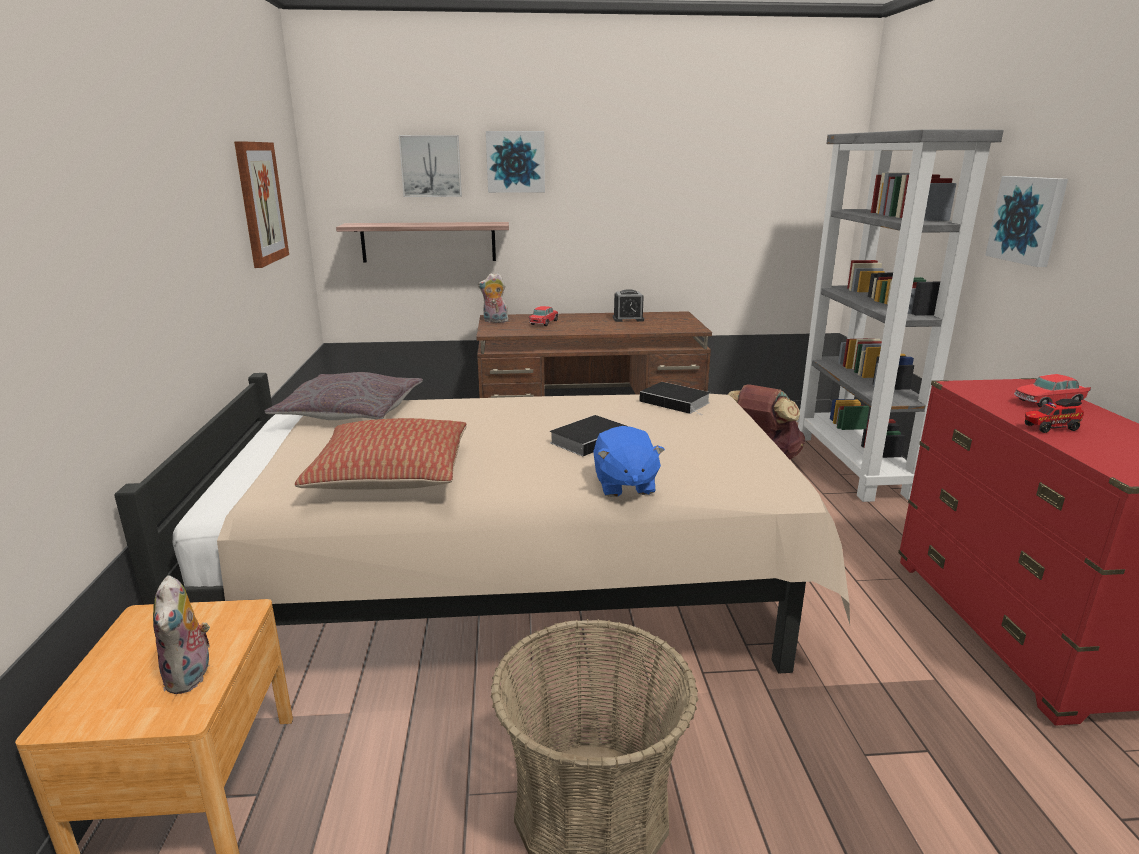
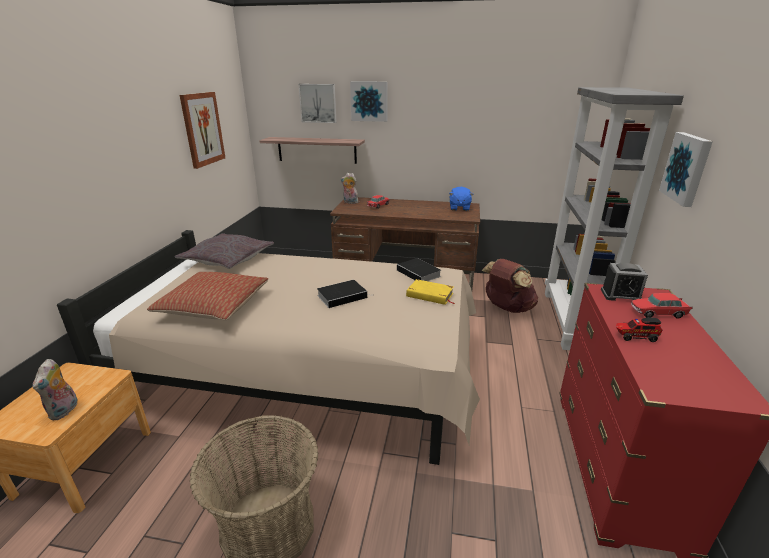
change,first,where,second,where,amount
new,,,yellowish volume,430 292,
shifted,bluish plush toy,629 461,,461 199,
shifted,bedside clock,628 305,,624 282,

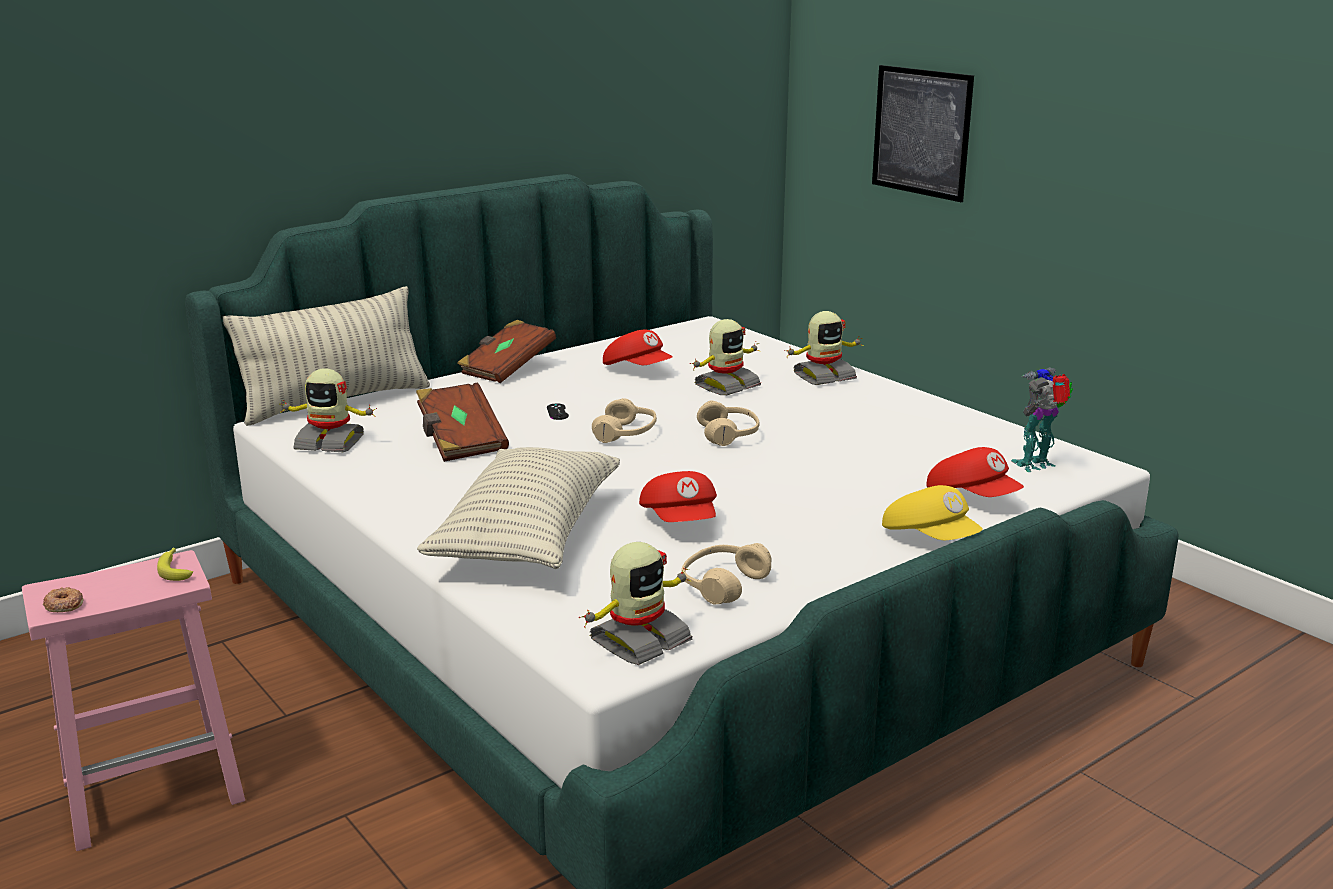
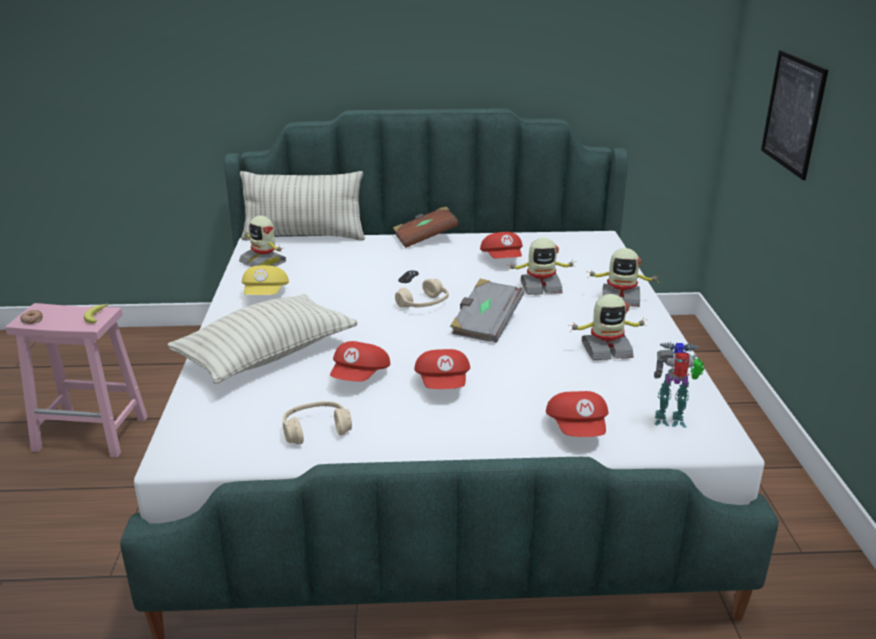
change,first,where,second,where,amount
gone,brown-coloured volume,462 422,,,
new,,,red peaked cap,442 369,
shifted,robot figure,636 603,,608 327,
shifted,yellowish peaked cap,932 512,,265 280,
swapped,sand-coloured pair of headphones,728 423,grey volume,487 311,

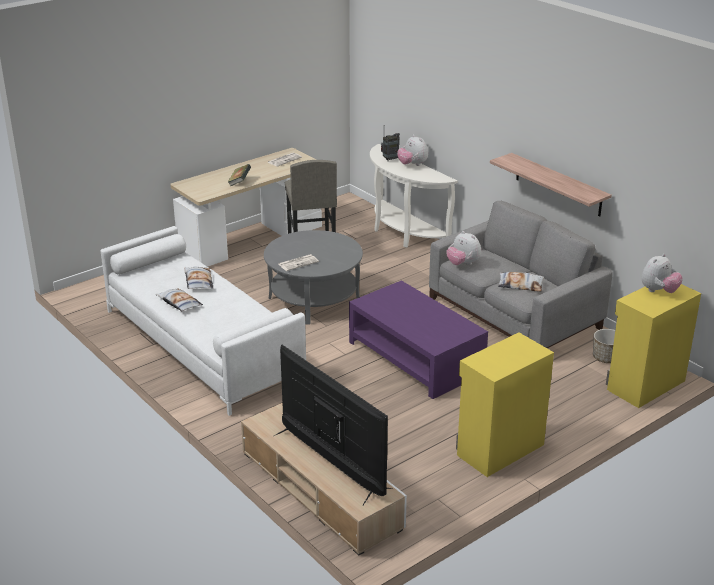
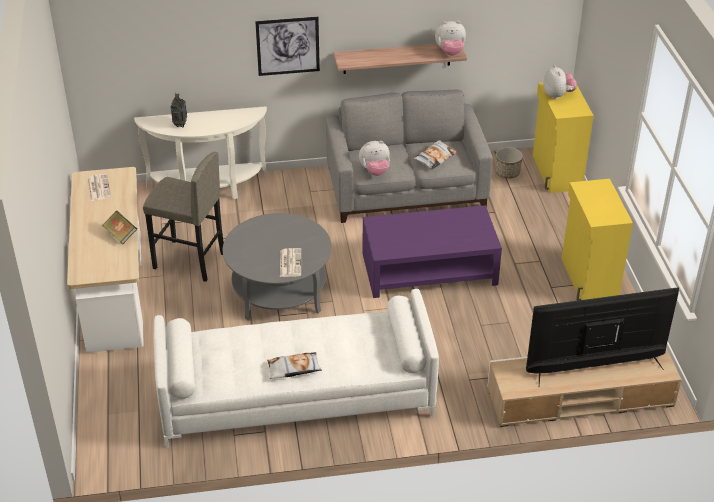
change,first,where,second,where,amount
gone,pillow,198 278,,,
new,,,wall picture,287 46,
shifted,plush toy,412 150,,450 38,

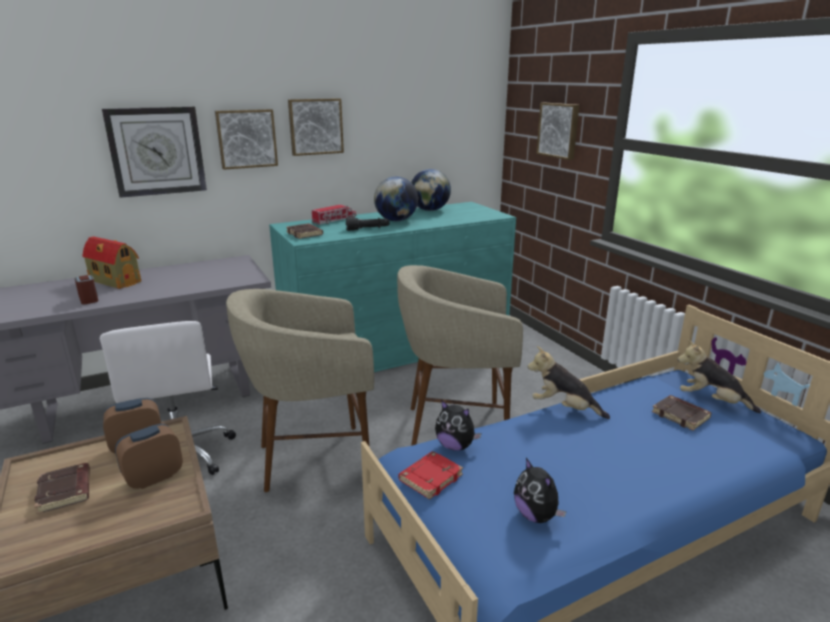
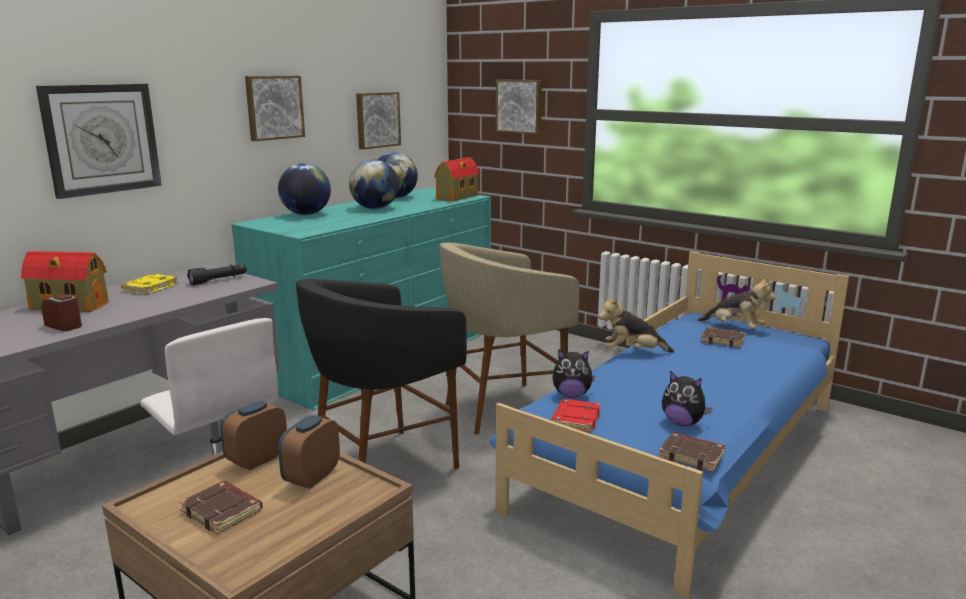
change,first,where,second,where,amount
new,,,yellowish volume,149 284,
new,,,miniature house,456 179,
shifted,wall picture,246 139,,378 120,
shifted,brown-coloured volume,304 231,,692 452,
shifted,black-coloured flashlight,368 224,,217 274,
swapped,toy truck,334 215,desk globe,304 189,
repainted,sand-coloured sitting stool,300 390,black-coloured sitting stool,381 374,
rotated,plush toy,719 376,,737 303,150 degrees counterclockwise

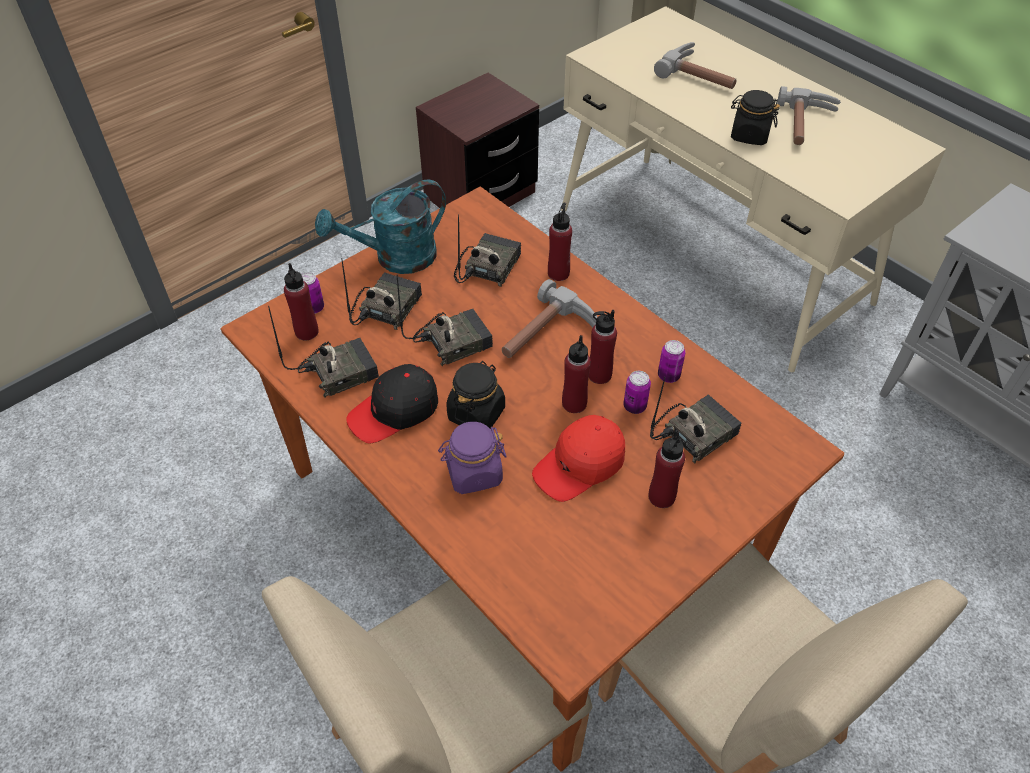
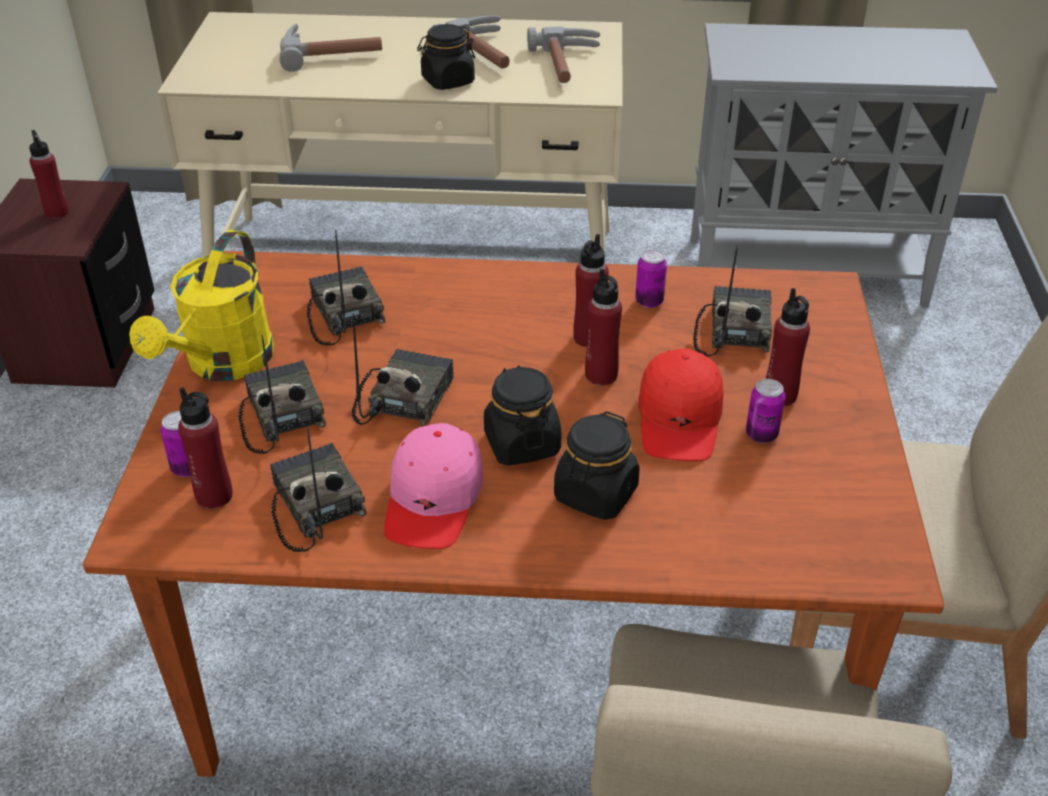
change,first,where,second,where,amount
shifted,tool hammer,550 318,,563 55,
shifted,red drink bottle,560 242,,49 174,
shifted,metal can,637 392,,765 411,
repainted,turquoise-coloured sprinkling can,380 226,yellowish sprinkling can,201 305,
repainted,black-coloured peaked cap,392 403,pink peaked cap,433 486,
repainted,purple storage jar,472 458,black-coloured storage jar,597 465,
rotated,radio set,323 352,,318 490,45 degrees counterclockwise

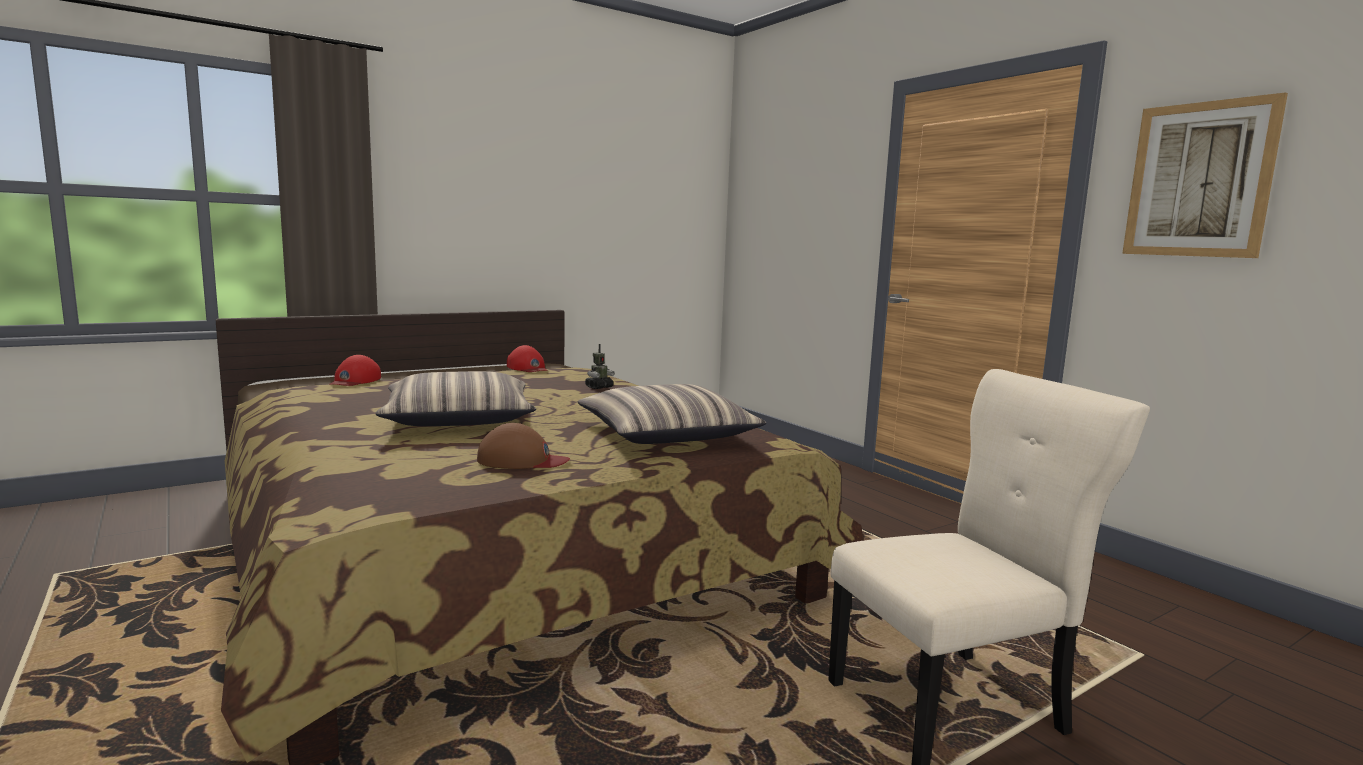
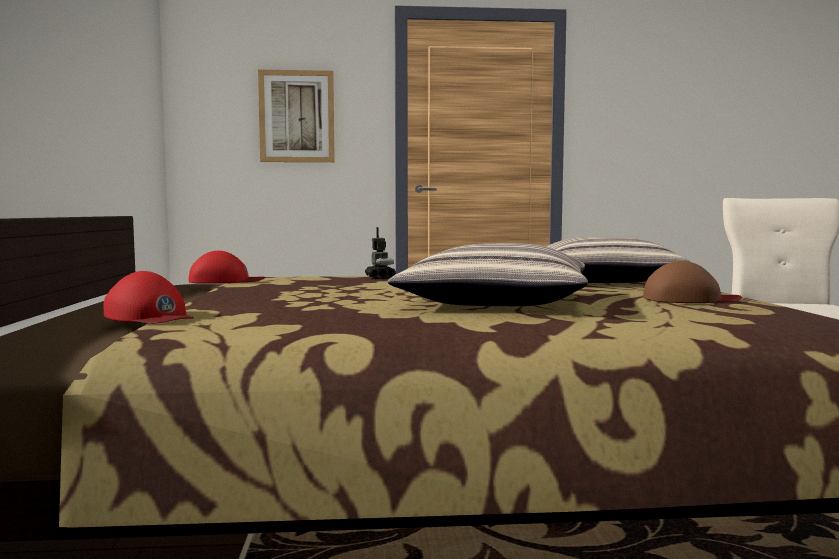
change,first,where,second,where,amount
shifted,wall picture,1205 175,,296 116,
rotated,brown-coloured peaked cap,523 446,,692 282,60 degrees clockwise

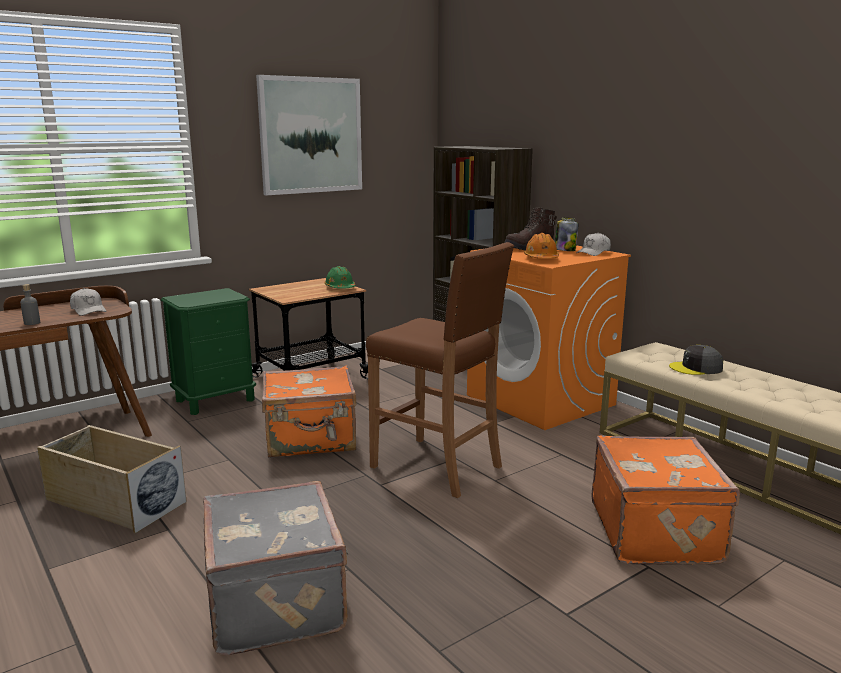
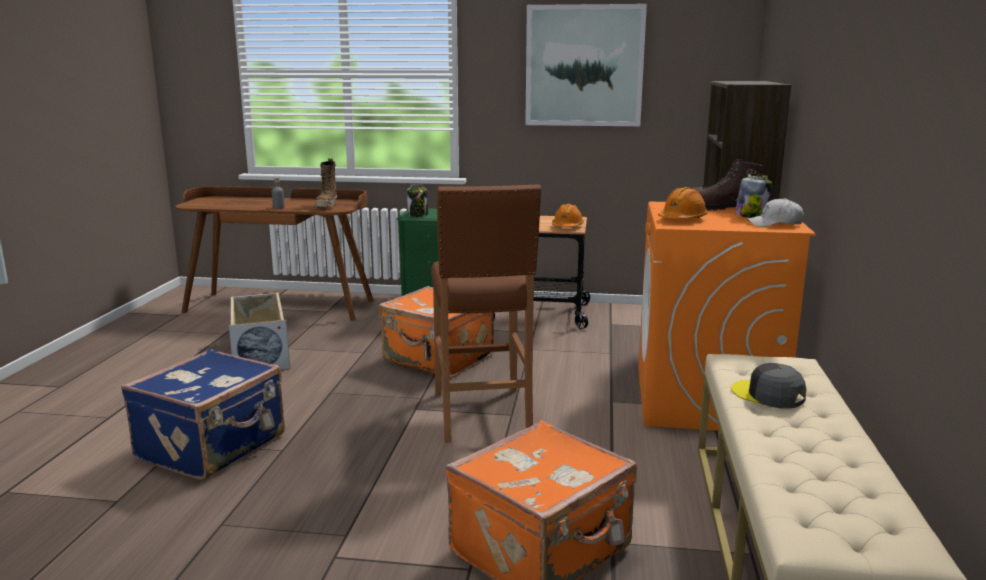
change,first,where,second,where,amount
new,,,storage jar,417 200,
swapped,white-coloured peaked cap,88 302,tall boot,326 183,
repainted,grey piece of luggage,276 568,bluish piece of luggage,203 414,
repainted,green work helmet,339 277,orange work helmet,568 215,

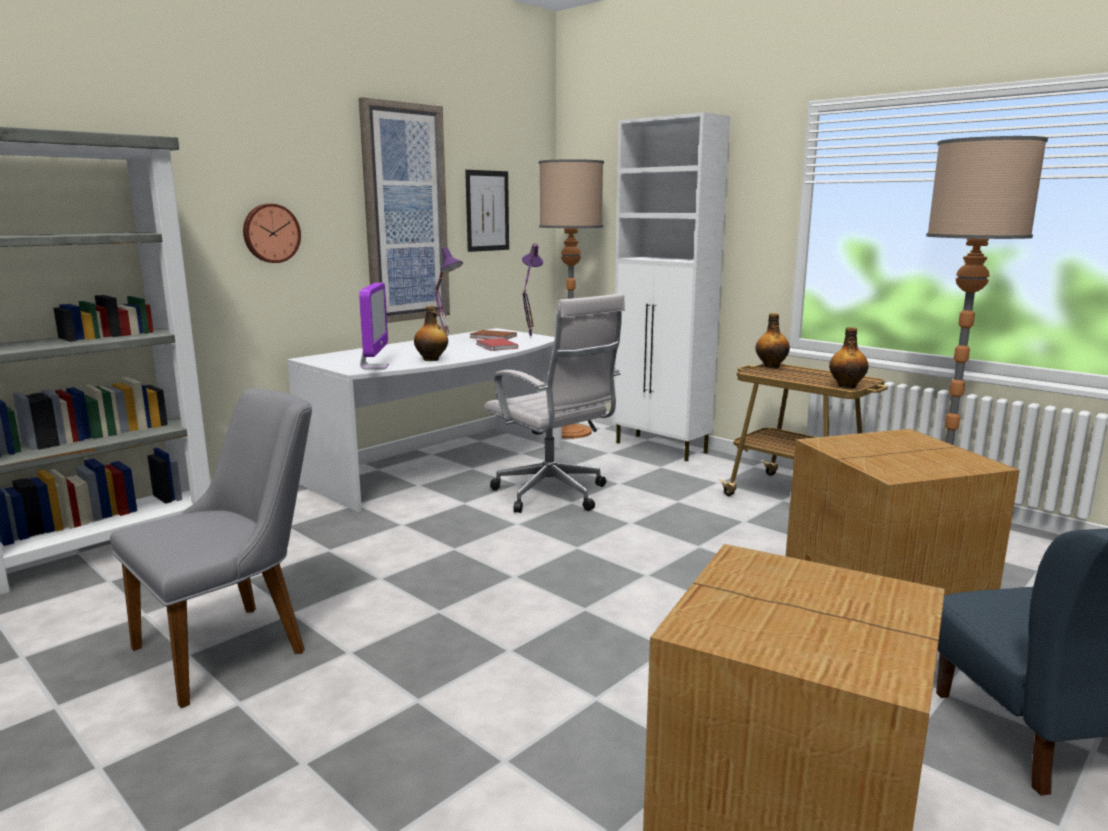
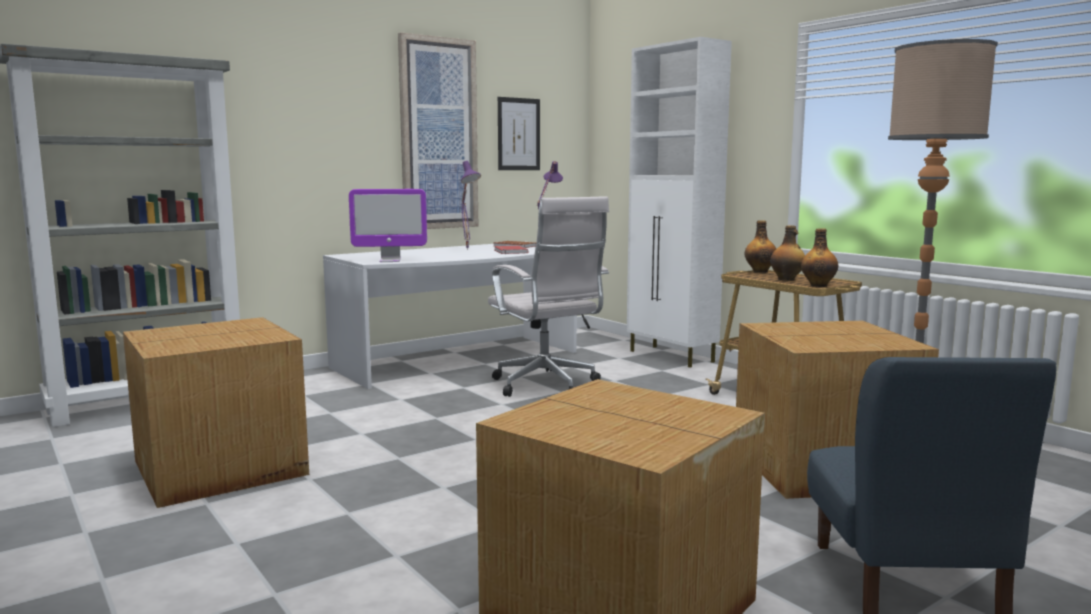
change,first,where,second,where,amount
gone,hanging clock,272 233,,,
gone,standing lamp,571 298,,,
shifted,drink bottle,431 333,,787 253,
swapped,grey chair,211 548,packing box,216 412,
rotated,computer screen,374 326,,388 225,75 degrees clockwise

